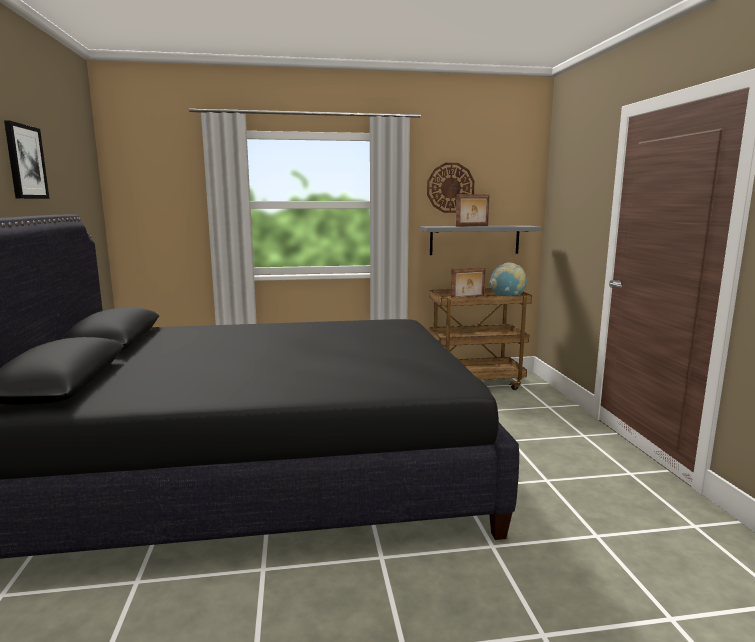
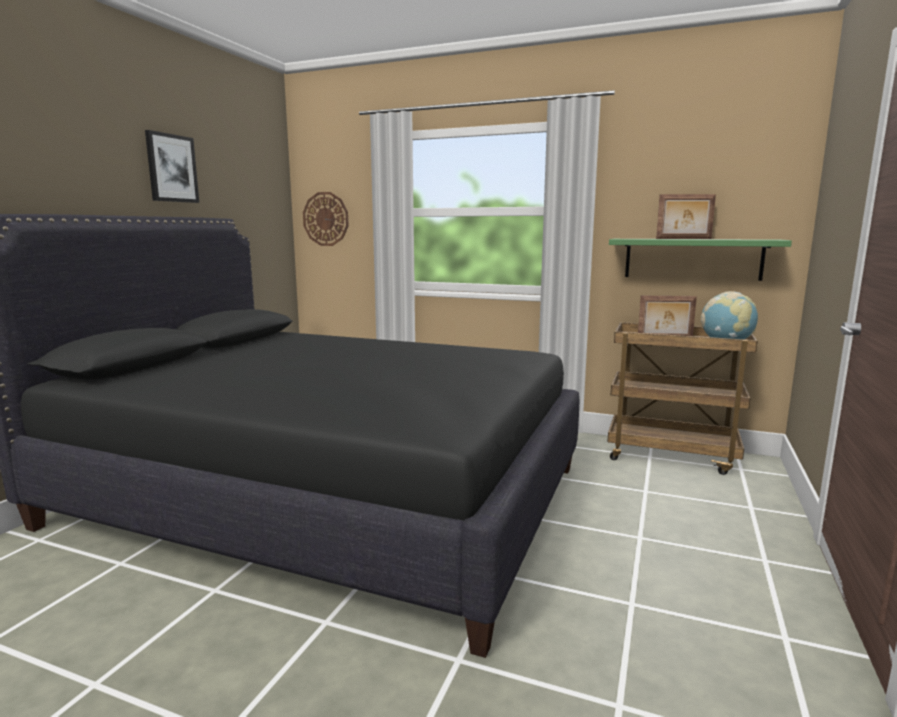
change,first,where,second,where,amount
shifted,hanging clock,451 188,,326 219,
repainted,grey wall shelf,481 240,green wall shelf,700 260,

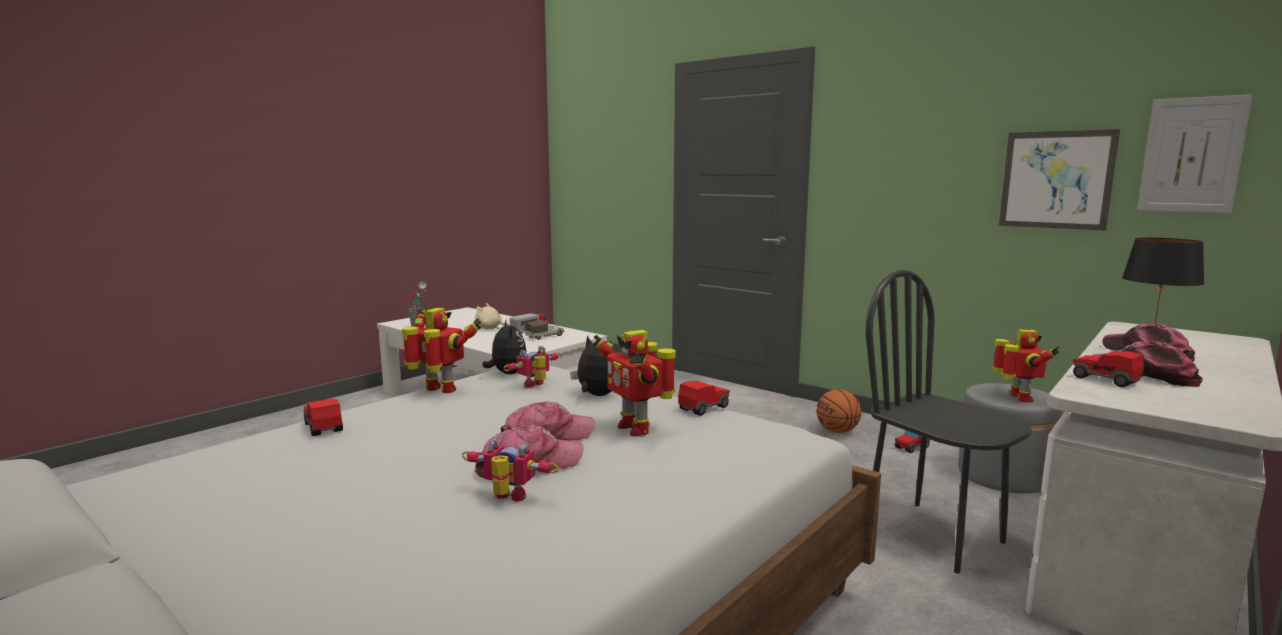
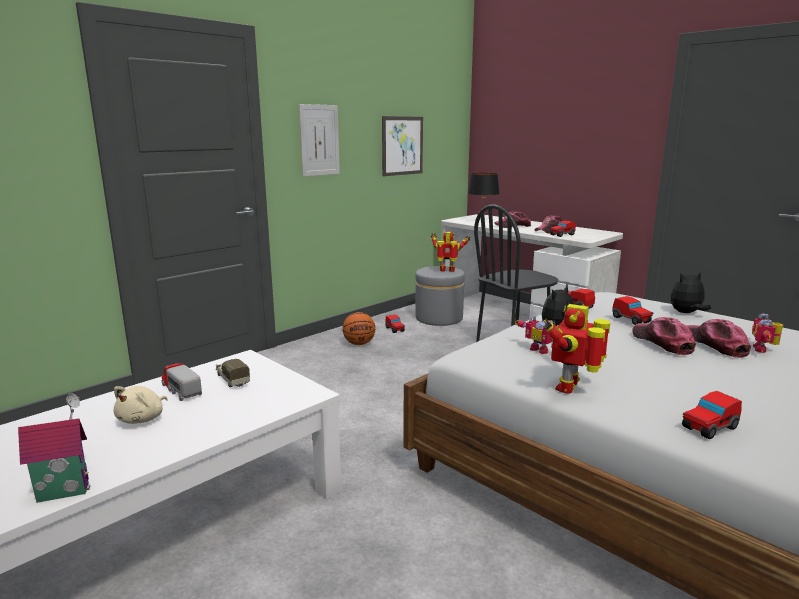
change,first,where,second,where,amount
shifted,plush toy,505 347,,691 292,
shifted,wall picture,1195 153,,319 140,
swapped,robot figure,634 383,model car,633 310,

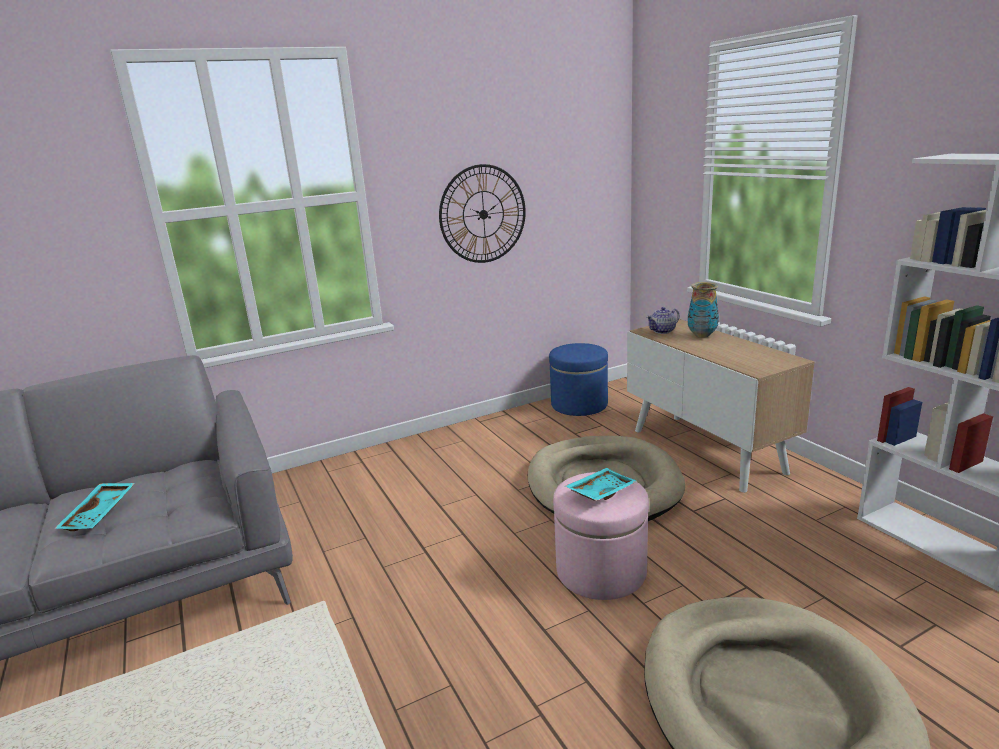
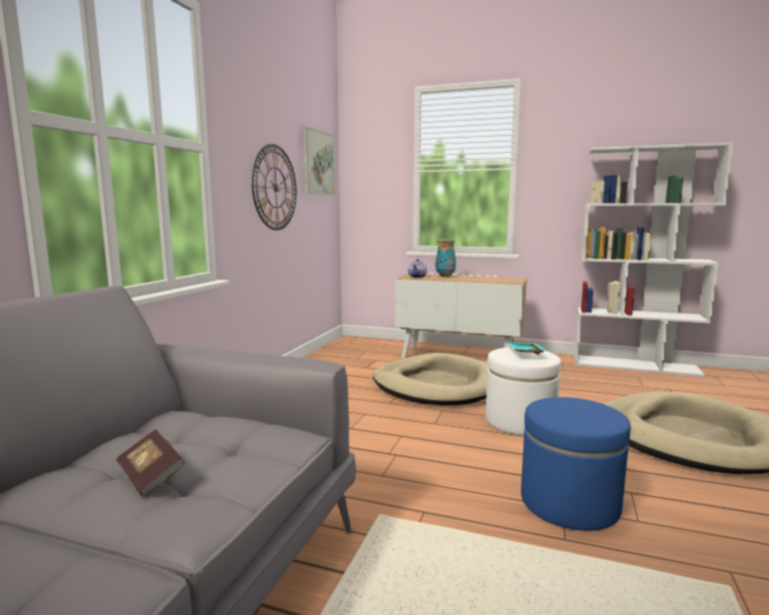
change,first,where,second,where,amount
new,,,wall picture,319 161,
shifted,bluish footrest,578 379,,576 464,
swapped,turquoise-coloured serving tray,94 507,volume,150 463,
repainted,pink footrest,601 536,white-coloured footrest,523 391,

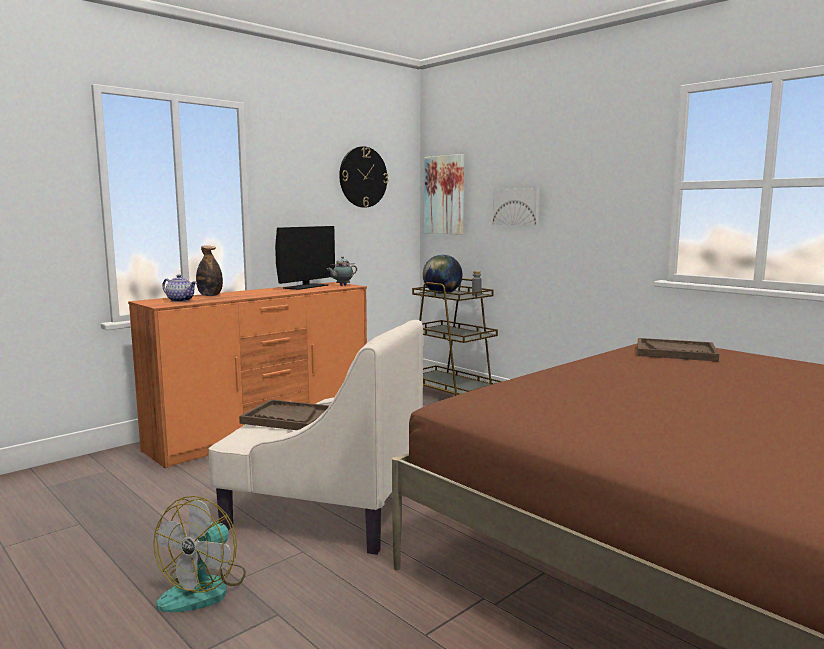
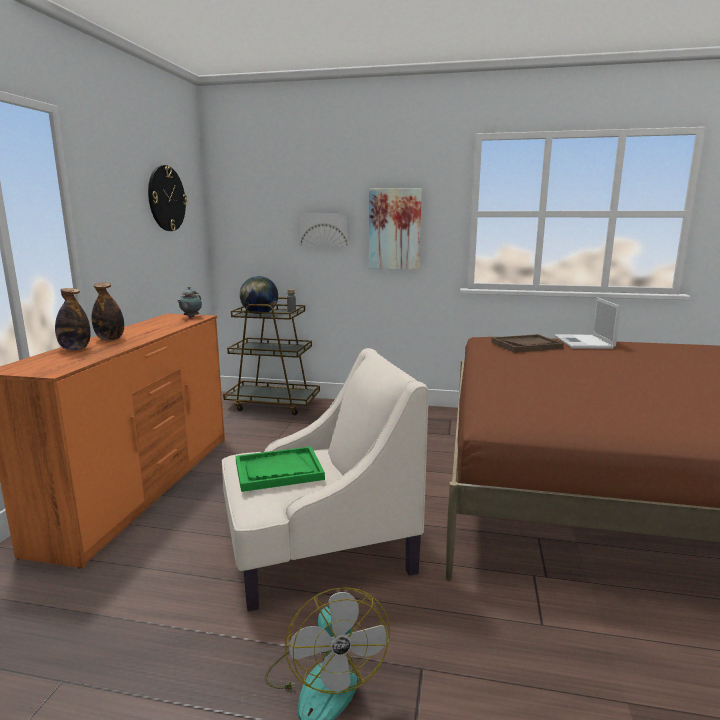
change,first,where,second,where,amount
gone,tea pot,179 288,,,
gone,computer screen,305 258,,,
new,,,drink bottle,108 312,
new,,,notebook computer,587 323,
shifted,wall picture,444 194,,395 229,
repainted,brown-coloured serving tray,284 414,green serving tray,280 469,

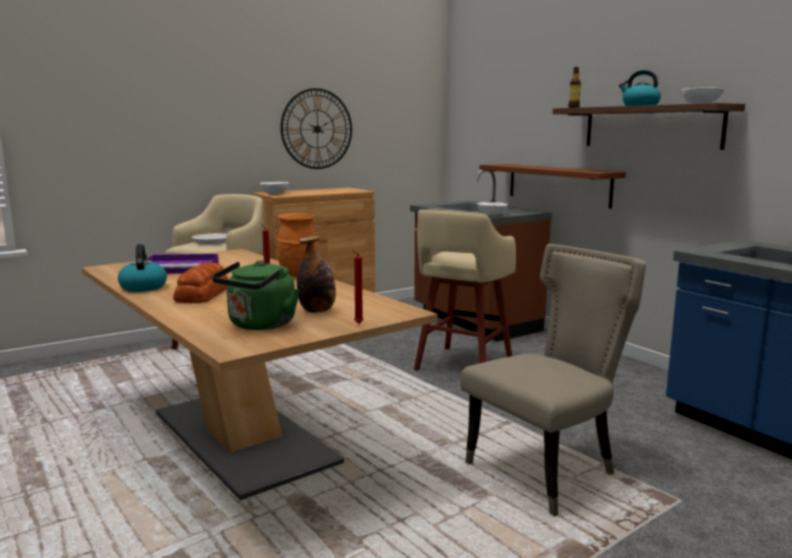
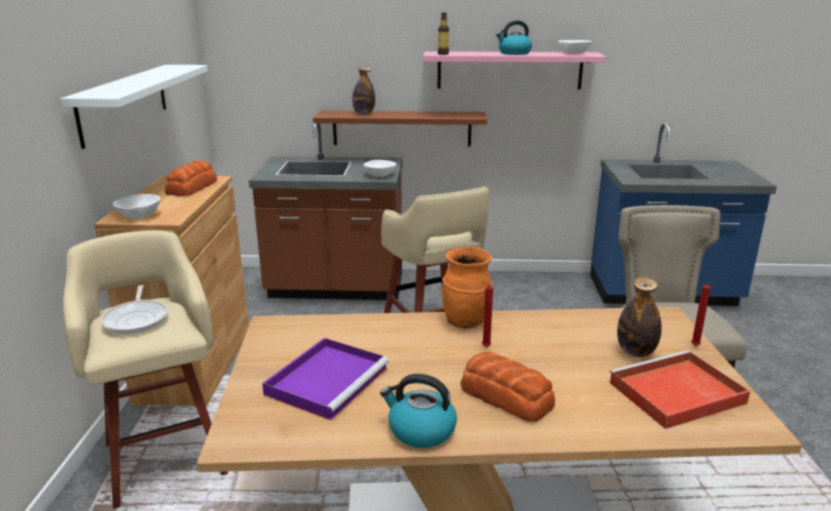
change,first,where,second,where,amount
new,,,baked bread,191 178,
new,,,drink bottle,363 90,
swapped,green water kettle,255 295,red serving tray,679 389,
swapped,hanging clock,316 128,white-coloured wall shelf,134 107,
repainted,brown-coloured wall shelf,649 126,pink wall shelf,514 70,

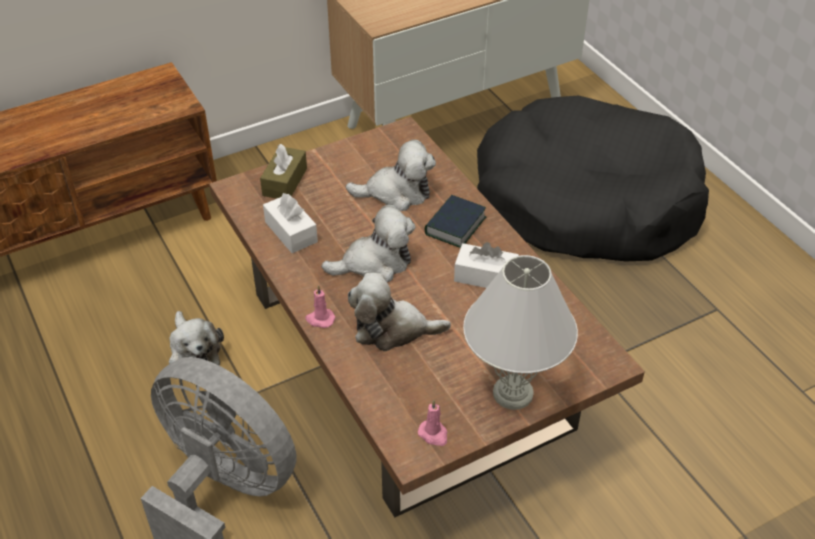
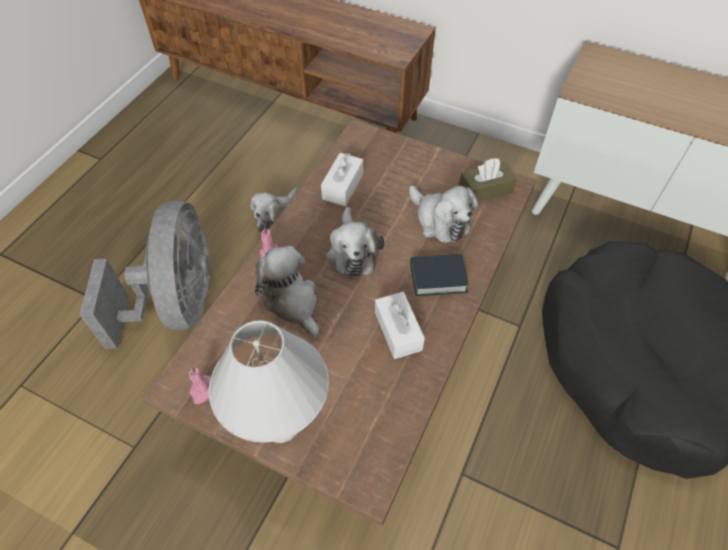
change,first,where,second,where,amount
shifted,brown-coloured box of tissues,283 171,,488 180,
rotated,plush toy,368 243,,355 242,45 degrees clockwise

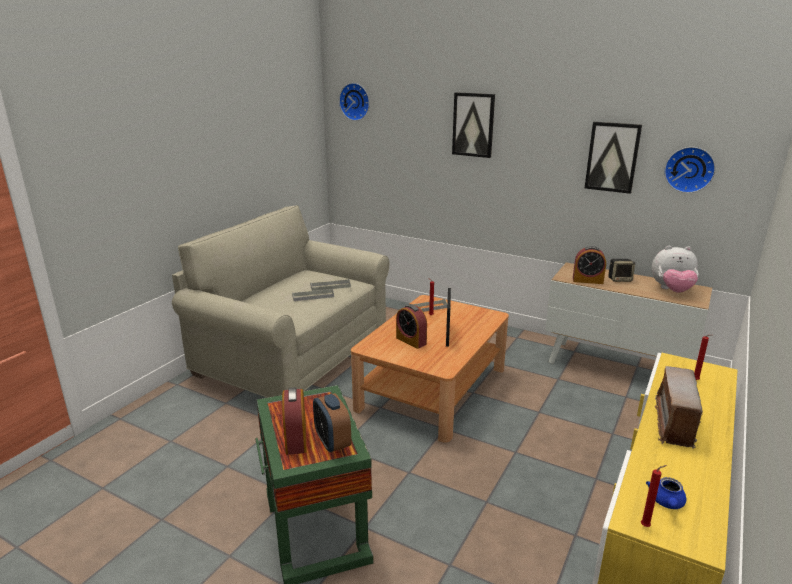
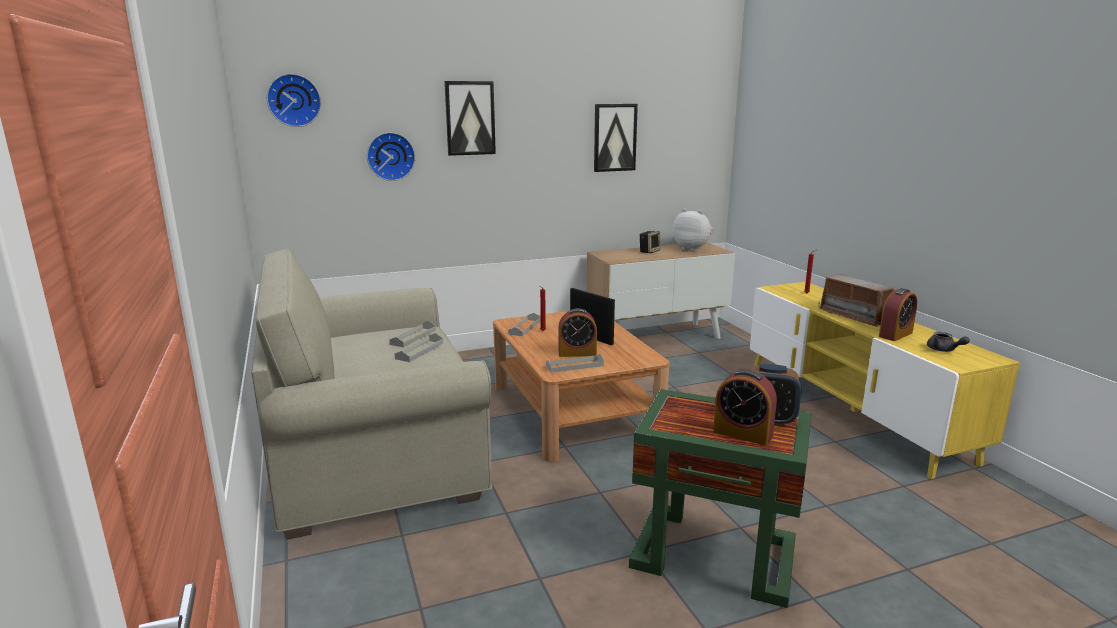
change,first,where,second,where,amount
gone,red wax light,654 496,,,
new,,,grey serving tray,575 363,
shifted,bedside clock,589 265,,898 314,
shifted,hanging clock,690 170,,391 156,
repainted,bluish tea pot,666 493,grey tea pot,948 342,
rotated,plush toy,675 269,,692 230,105 degrees counterclockwise

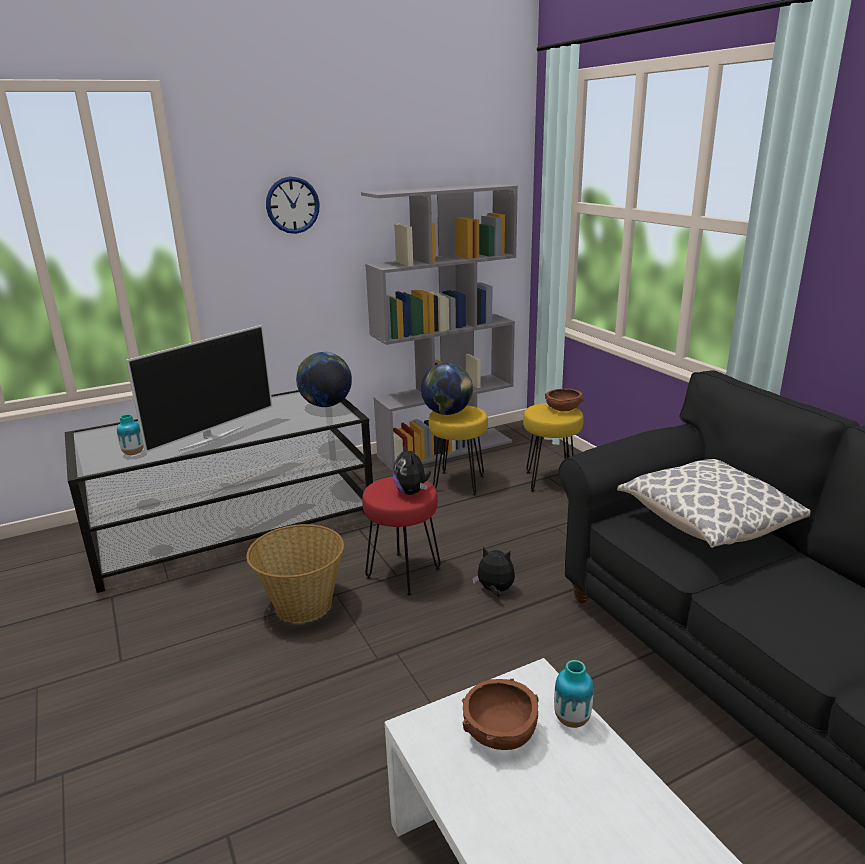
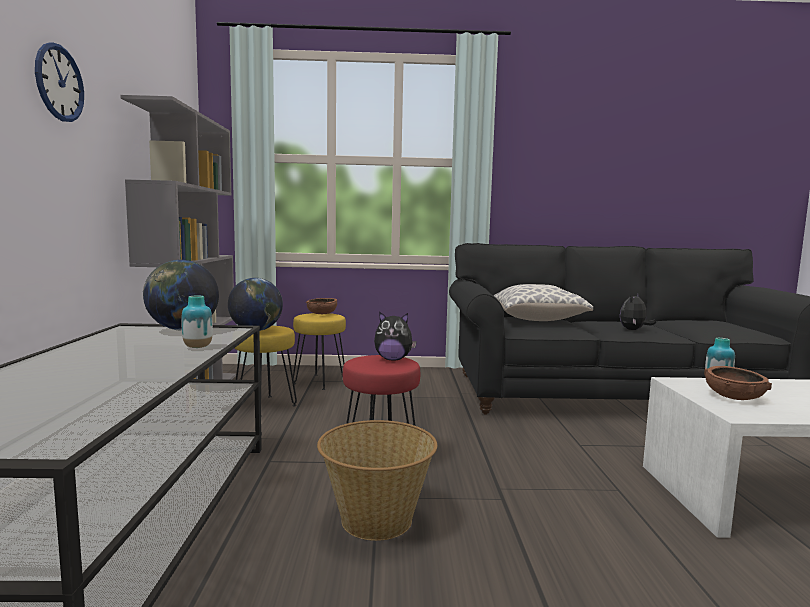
change,first,where,second,where,amount
gone,television,199 389,,,
shifted,flower vase,130 434,,197 322,
shifted,plush toy,493 572,,638 311,

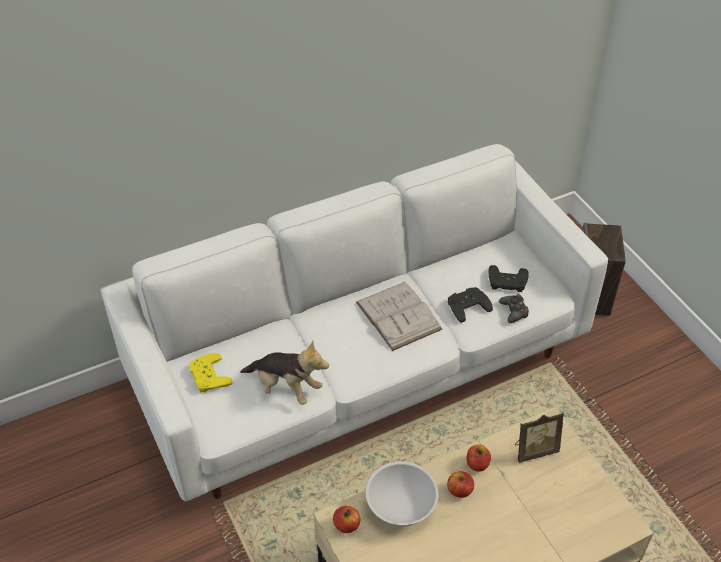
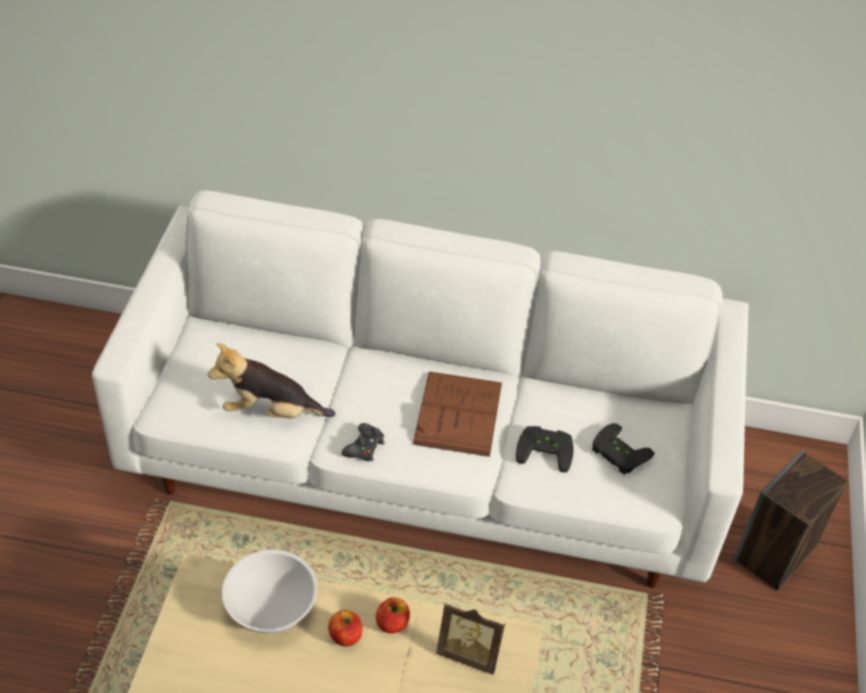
change,first,where,second,where,amount
gone,yellowish joypad,211 373,,,
gone,apple fruit,346 519,,,
shifted,black-coloured joypad,514 308,,363 442,
repainted,white-coloured volume,399 316,brown-coloured volume,457 414,
rotated,plush toy,284 373,,272 381,120 degrees clockwise

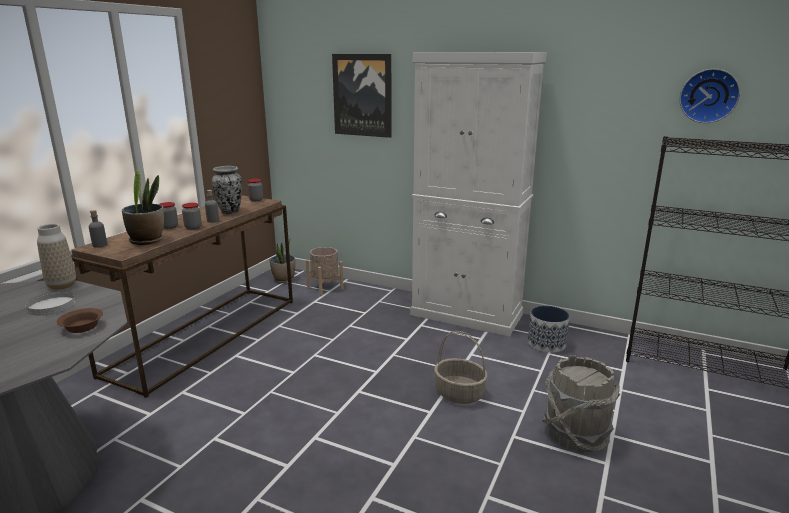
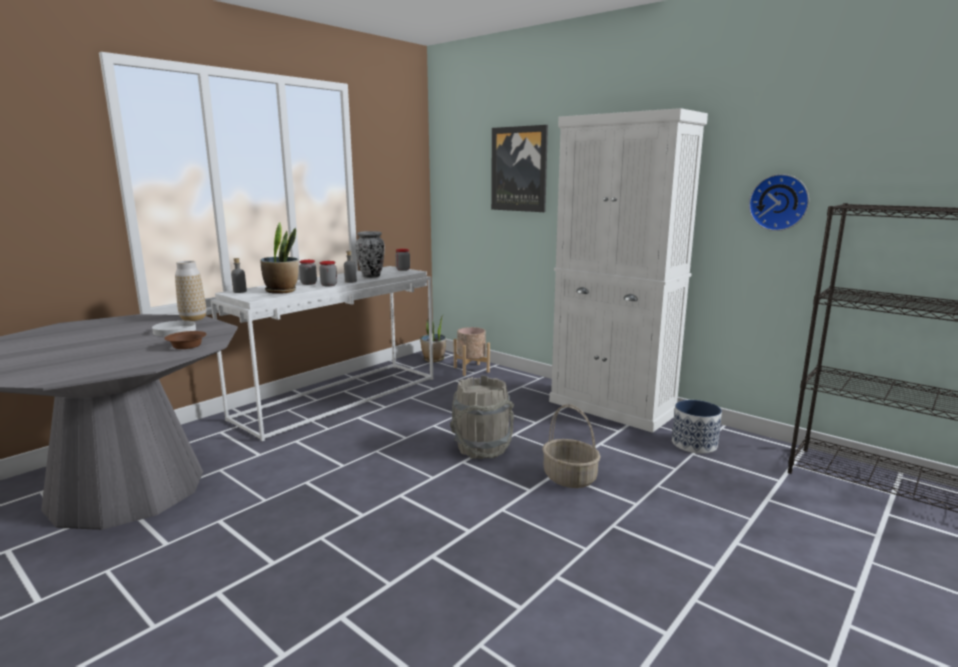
change,first,where,second,where,amount
shifted,grey bucket,581 404,,482 417,
shifted,hanging clock,710 96,,779 202,
repainted,brown-coloured narrow table,182 296,white-coloured narrow table,321 353,

